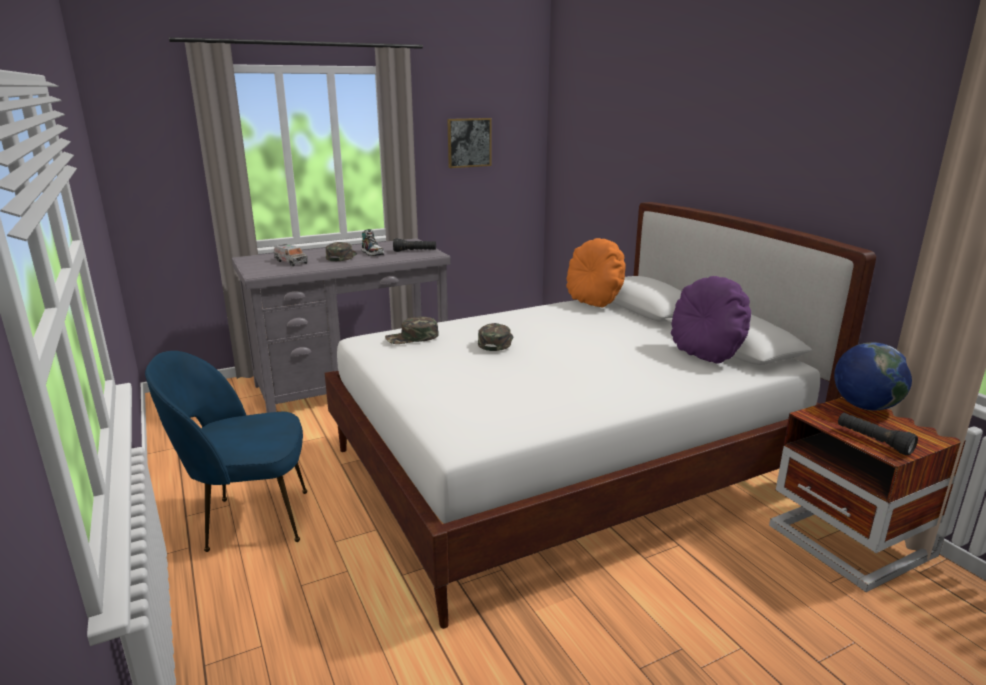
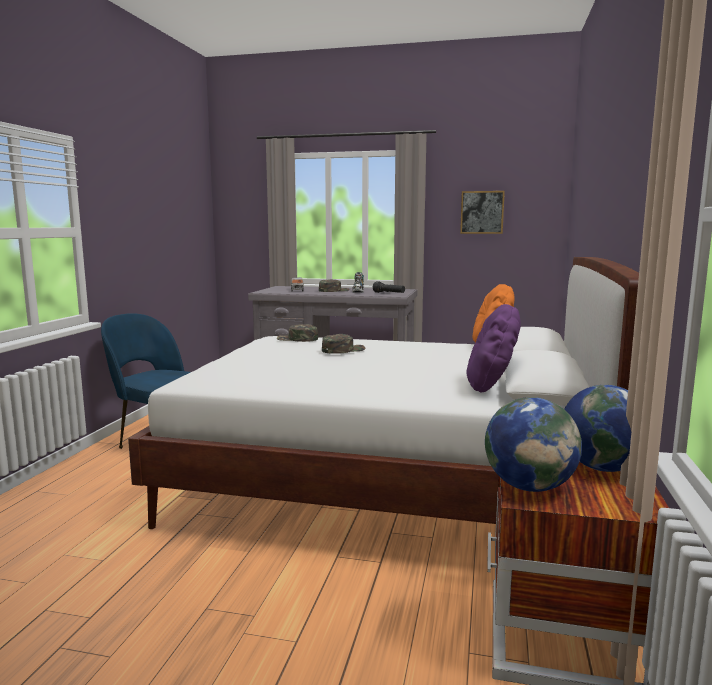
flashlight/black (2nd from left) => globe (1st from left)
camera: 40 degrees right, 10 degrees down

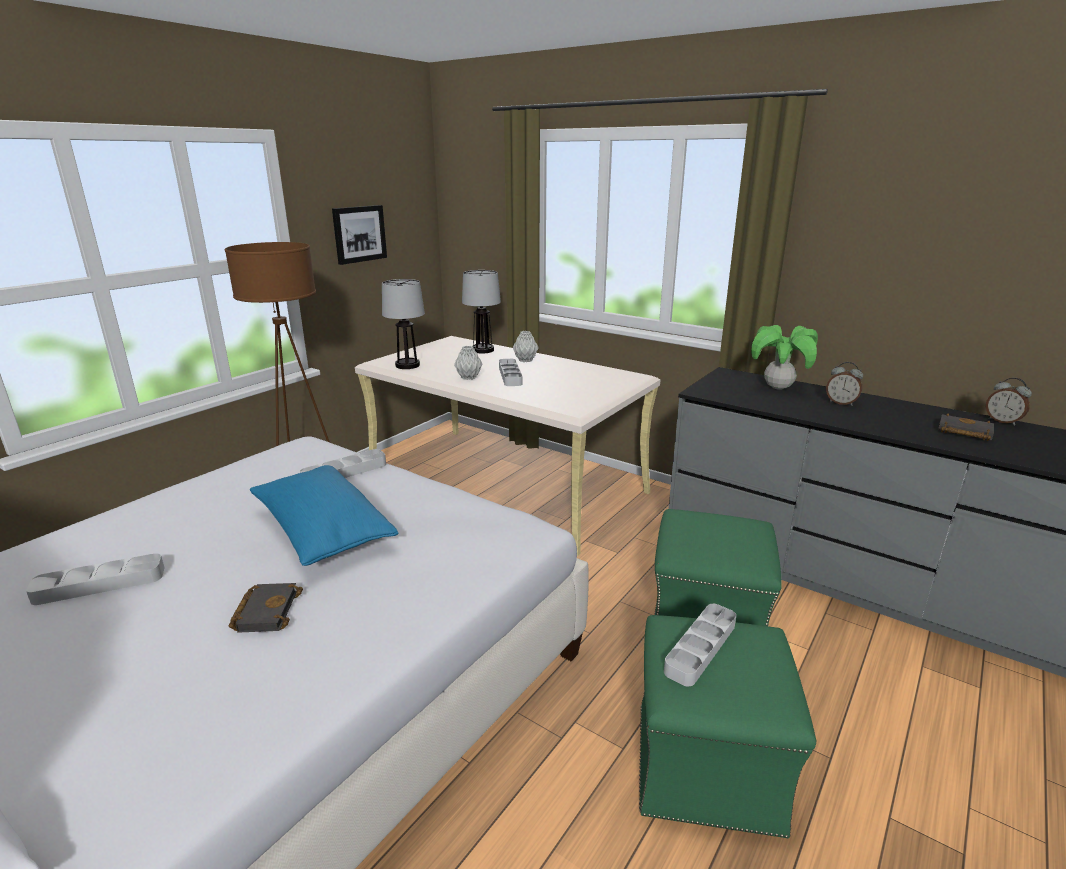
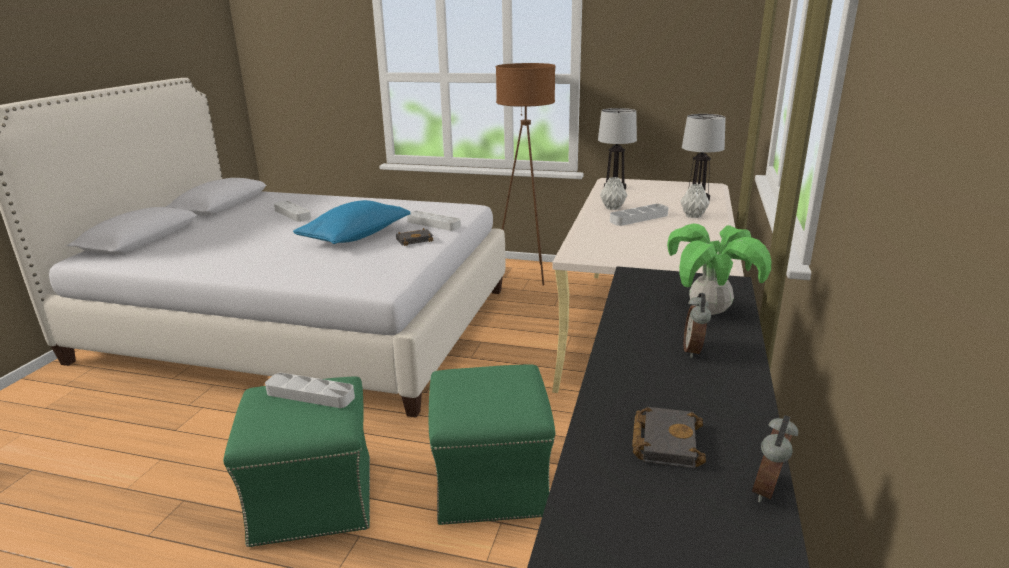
picture => nothing
book/black (1st from left), moved
camera: 70 degrees right, 0 degrees up

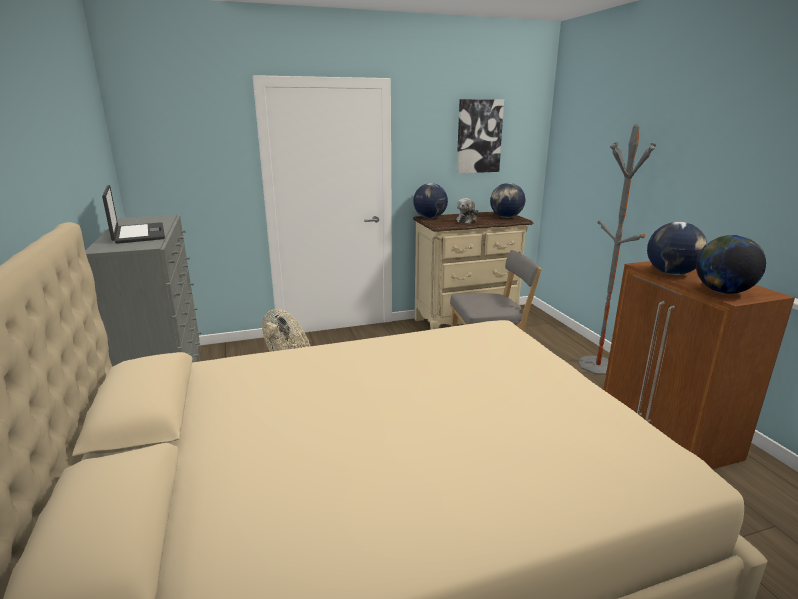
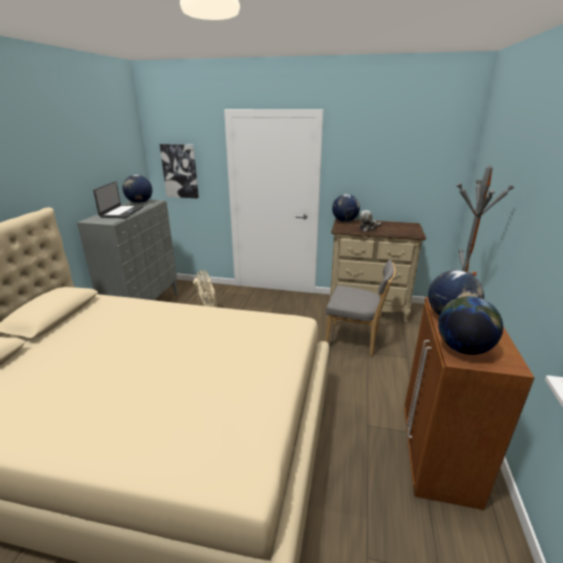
picture, moved
globe (2nd from left in the first image) => globe (1st from left), moved
camera: 30 degrees right, 5 degrees up

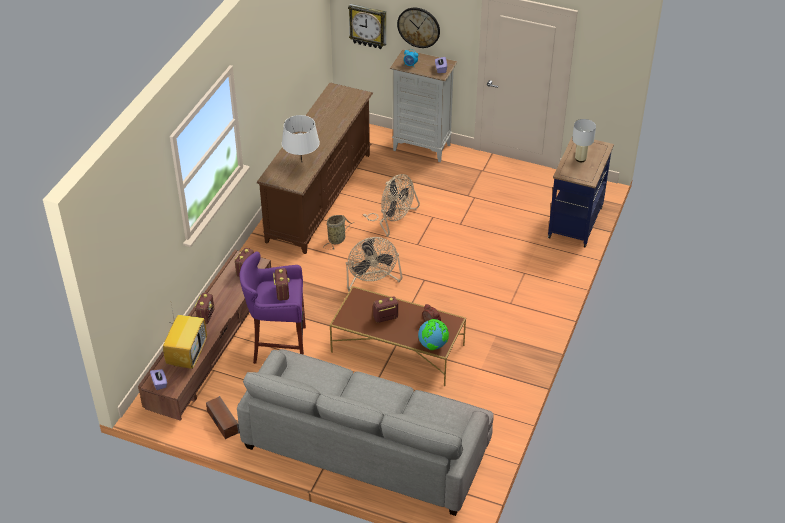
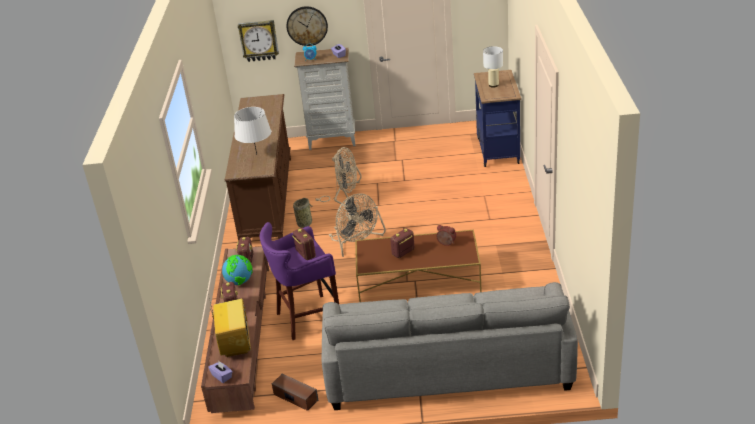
globe, moved
camera: 20 degrees left, 10 degrees down

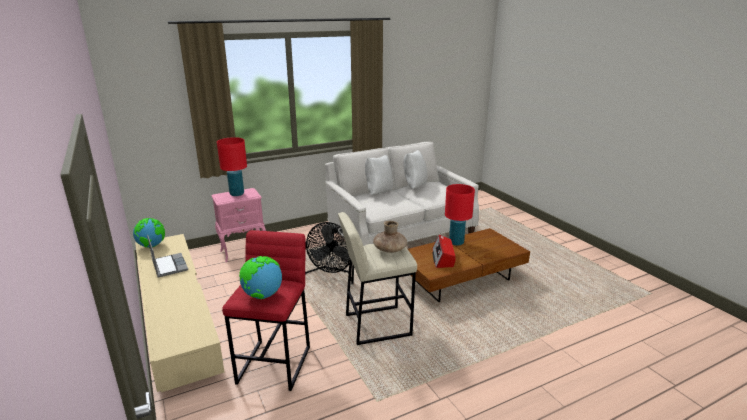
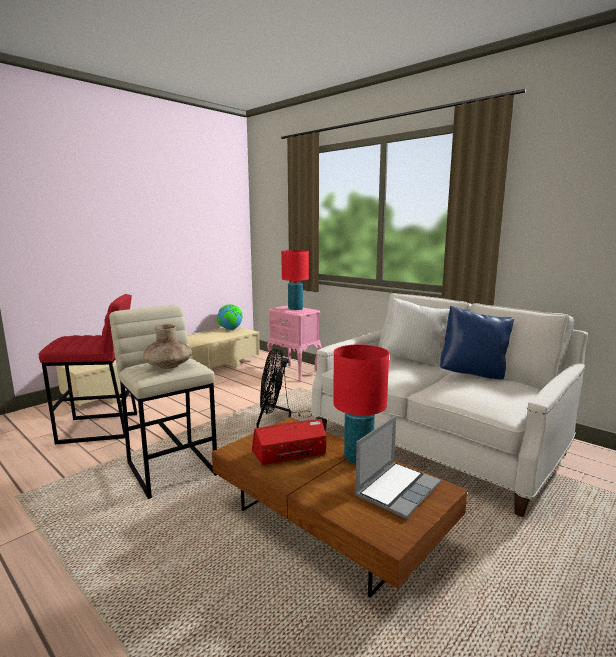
pillow/white (2nd from left) => pillow/blue
laptop, moved
globe (2nd from left) => nothing
camera: 70 degrees right, 10 degrees down

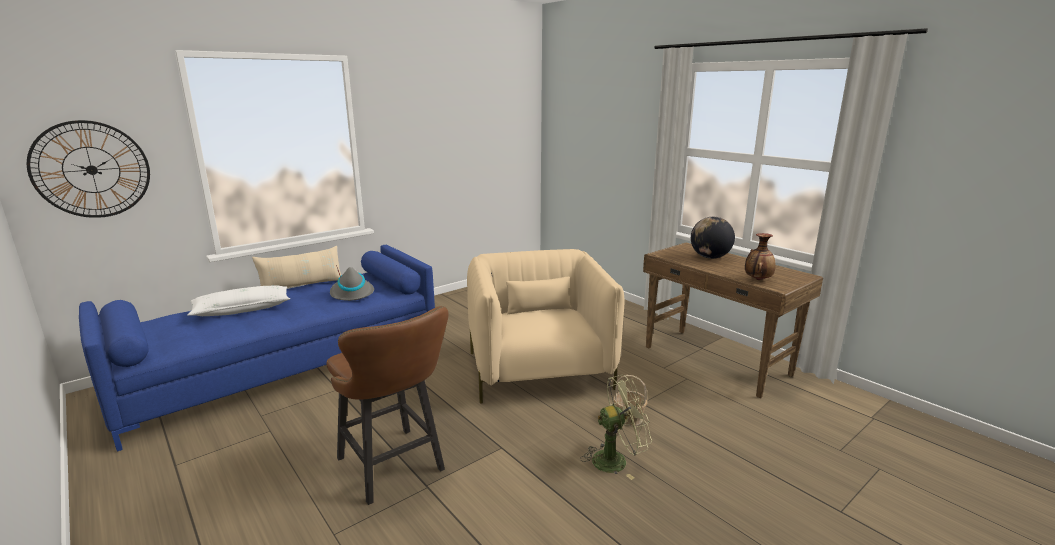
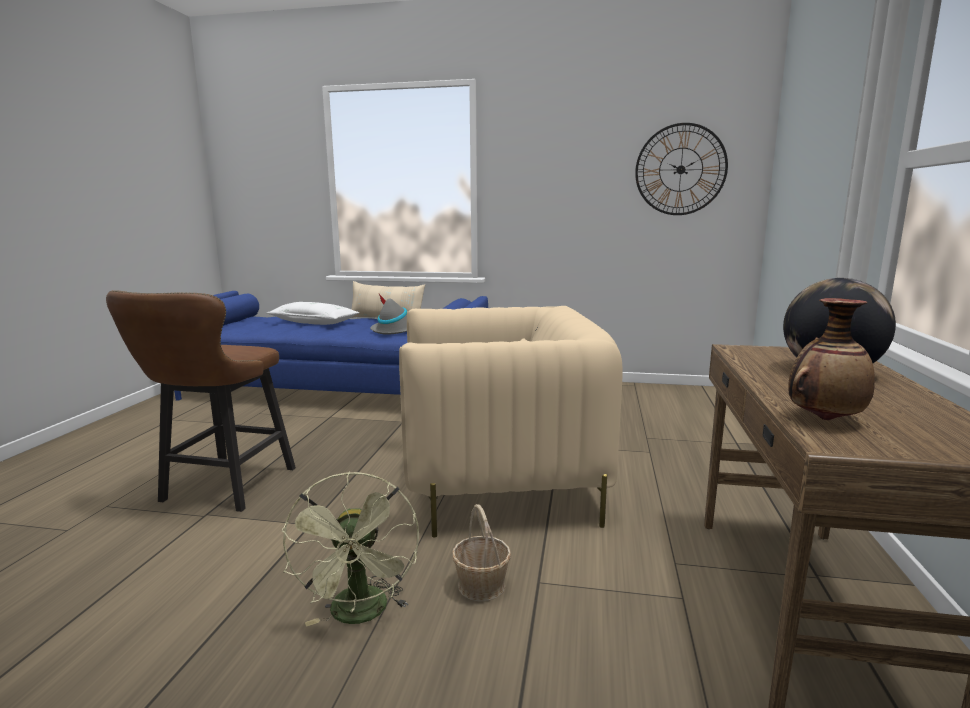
wall clock, moved
armchair/beige, 45 degrees clockwise
fan/green, 45 degrees clockwise
camera: 50 degrees right, 5 degrees down

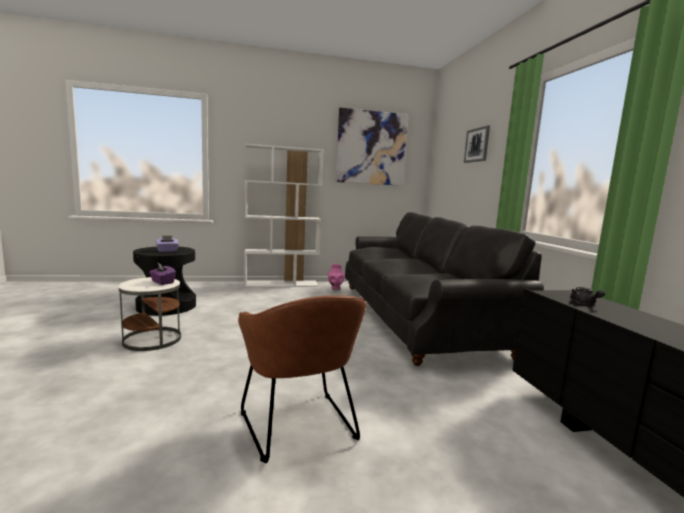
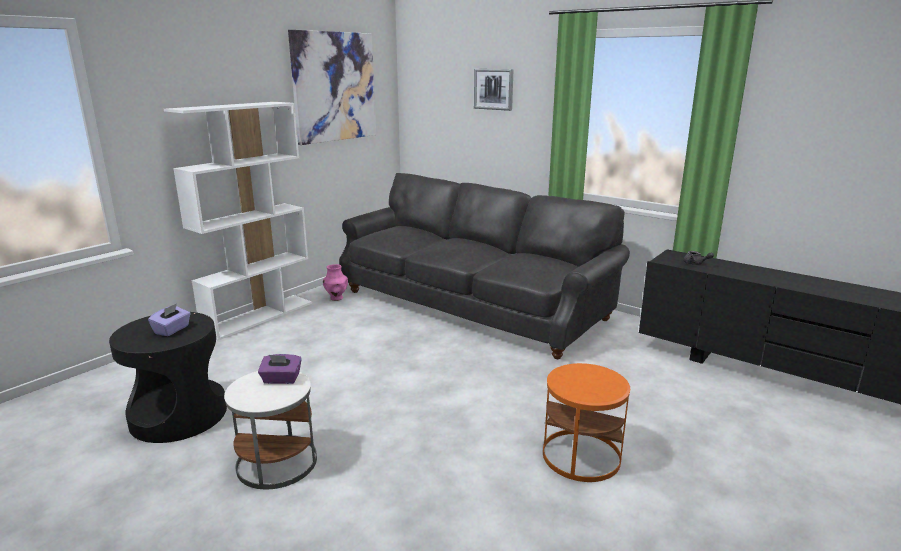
armchair/brown => side table/orange
camera: 40 degrees left, 10 degrees up

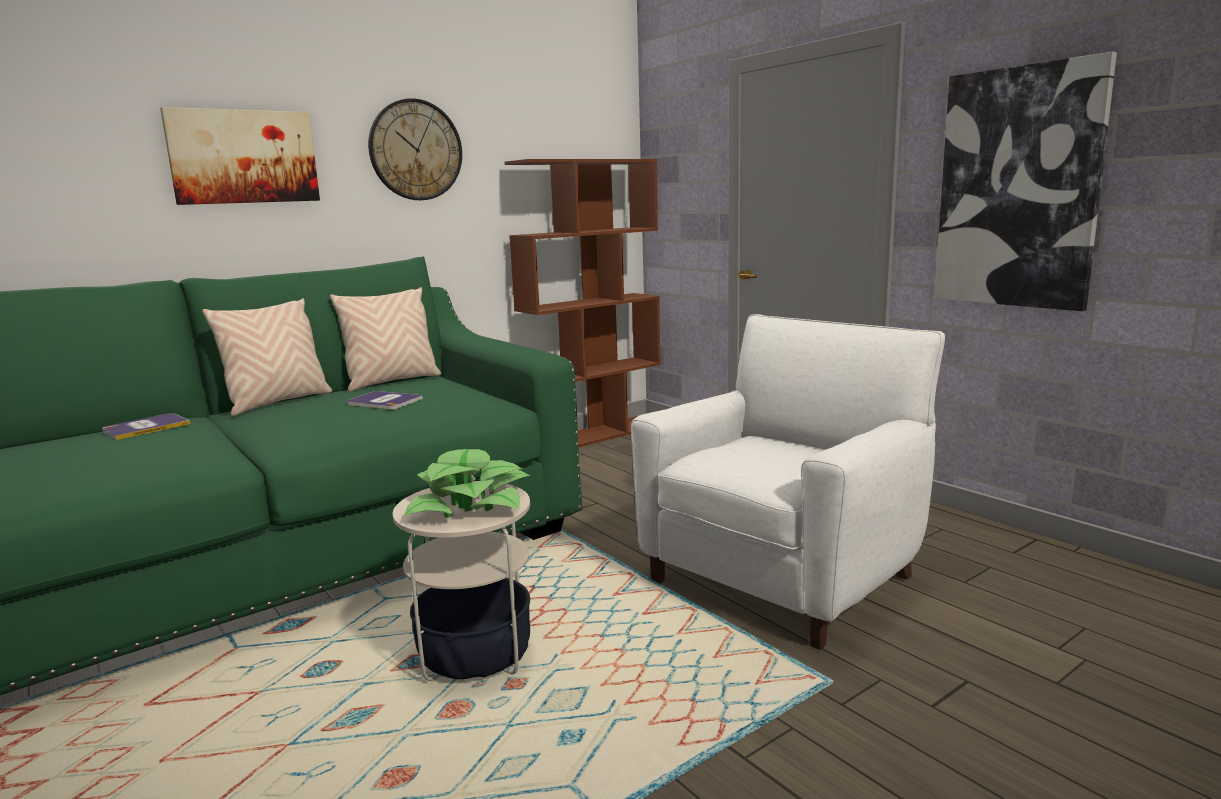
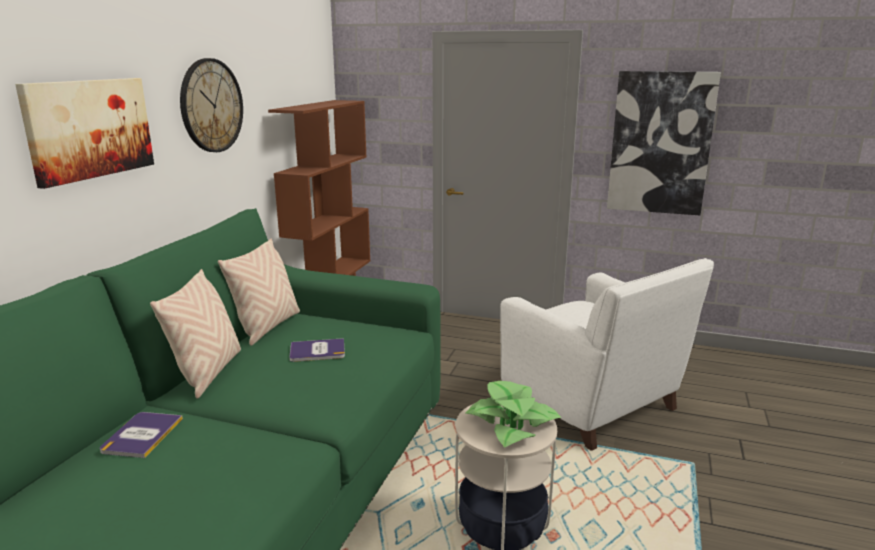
armchair/white, 135 degrees clockwise
camera: 35 degrees left, 5 degrees up

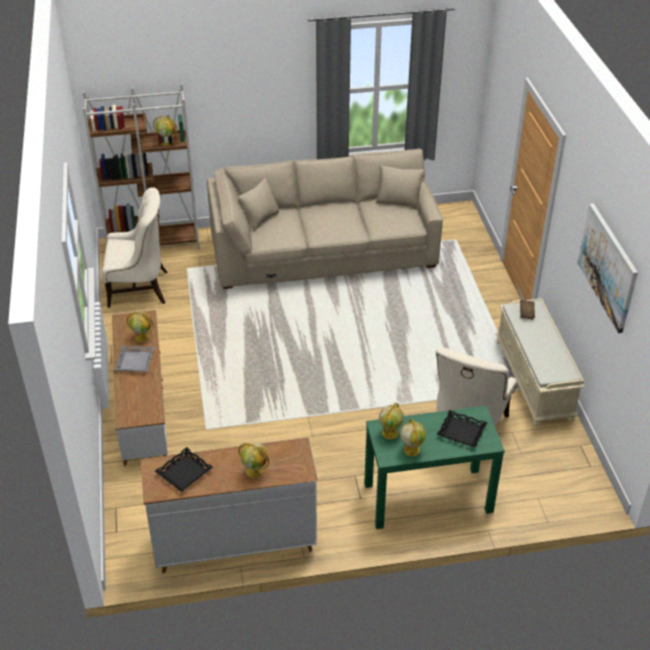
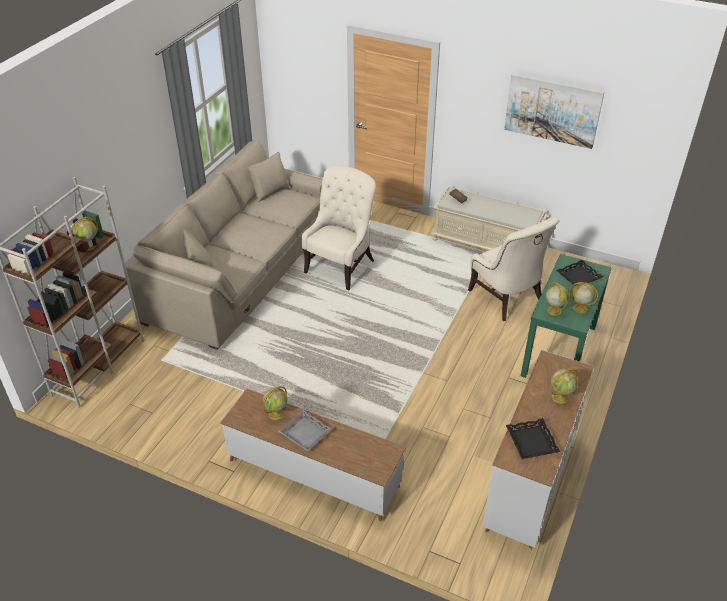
armchair/beige (1st from left), moved
camera: 55 degrees left, 0 degrees up

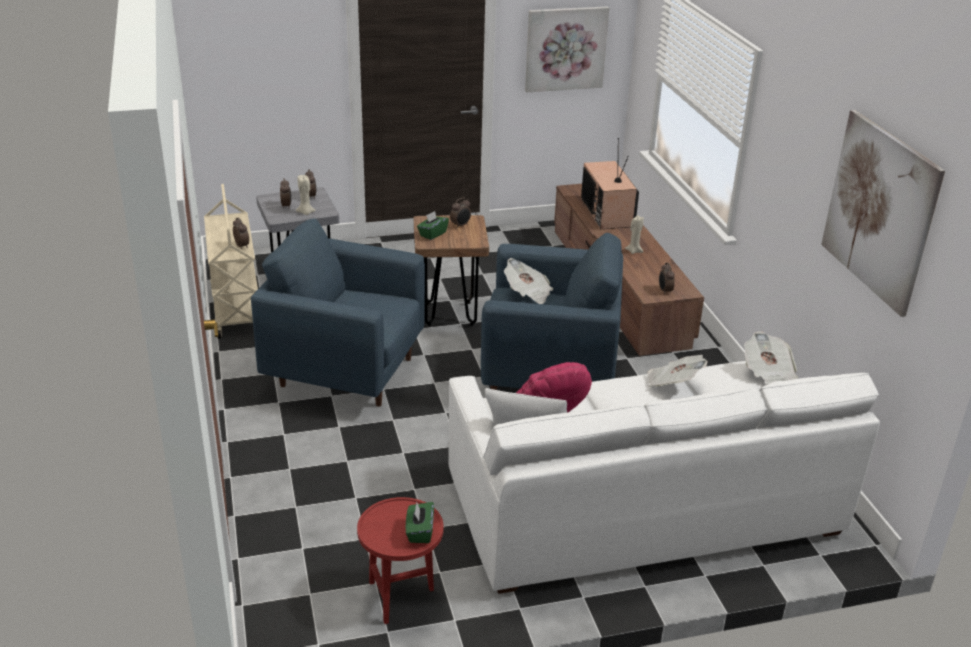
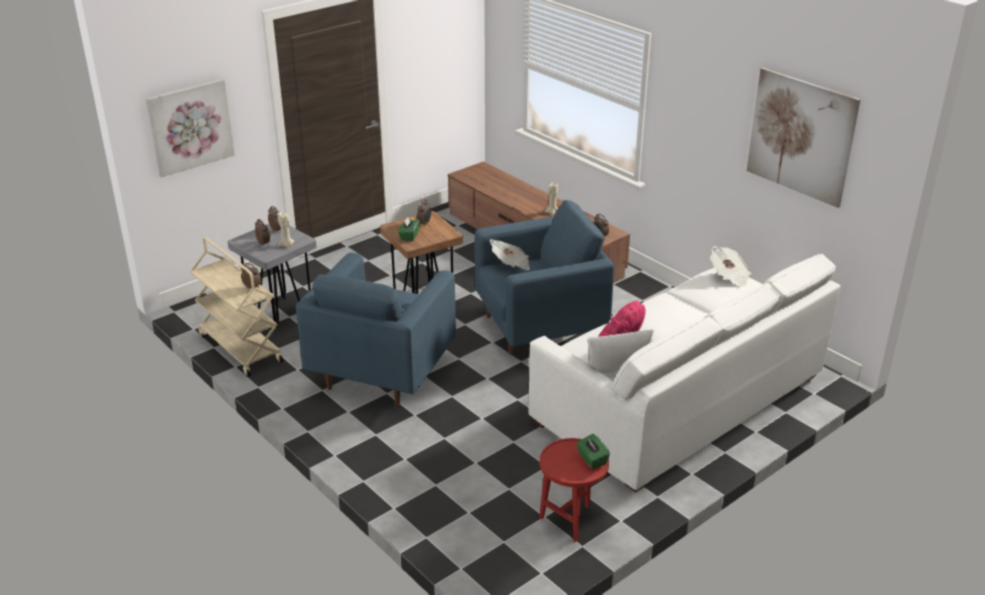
picture (1st from left), moved
television => nothing
armchair/blue (1st from left), 60 degrees counterclockwise
newspaper (2nd from left) => nothing
camera: 25 degrees left, 0 degrees up

